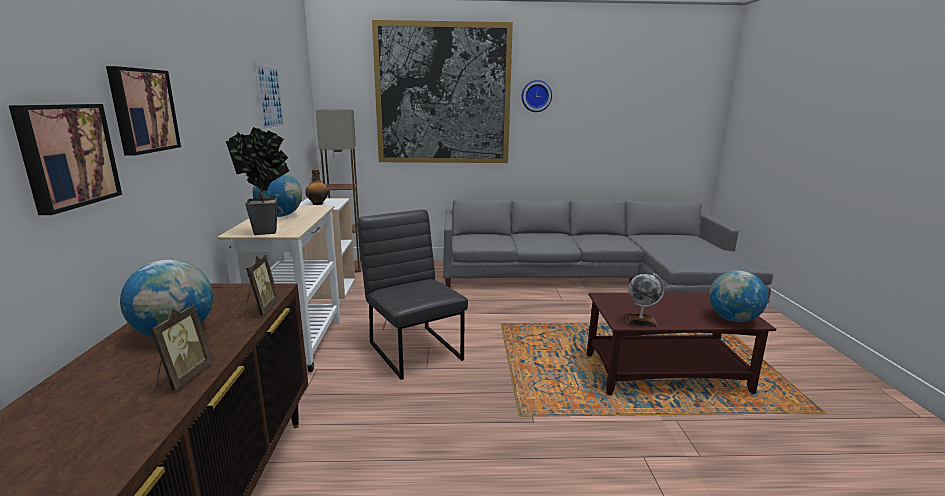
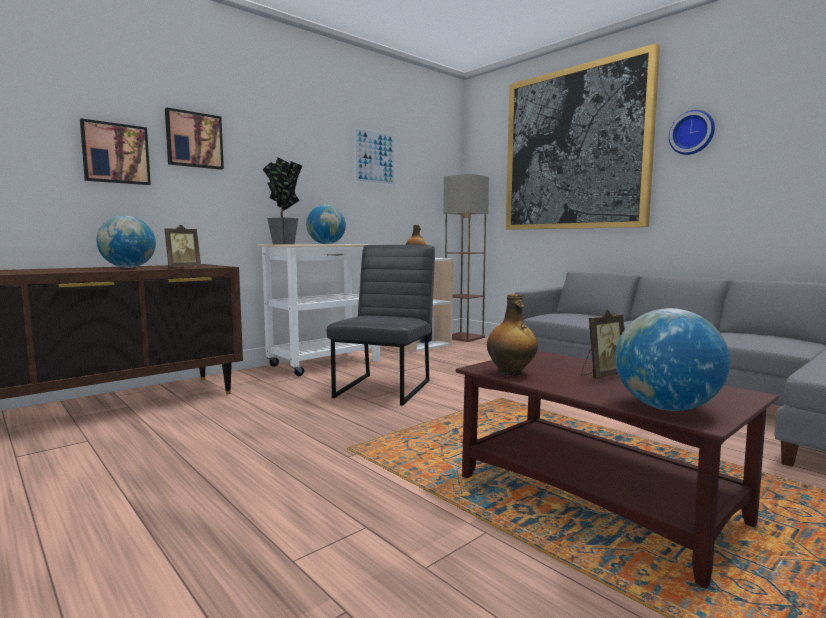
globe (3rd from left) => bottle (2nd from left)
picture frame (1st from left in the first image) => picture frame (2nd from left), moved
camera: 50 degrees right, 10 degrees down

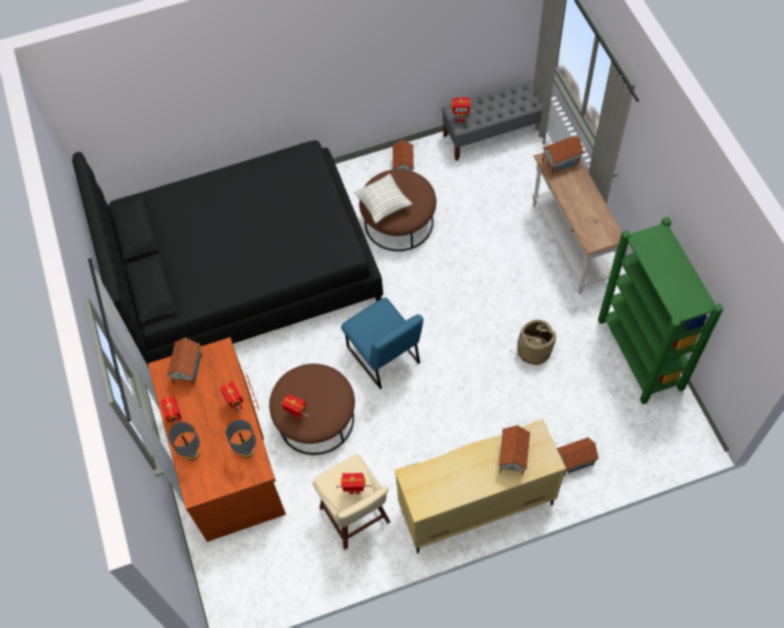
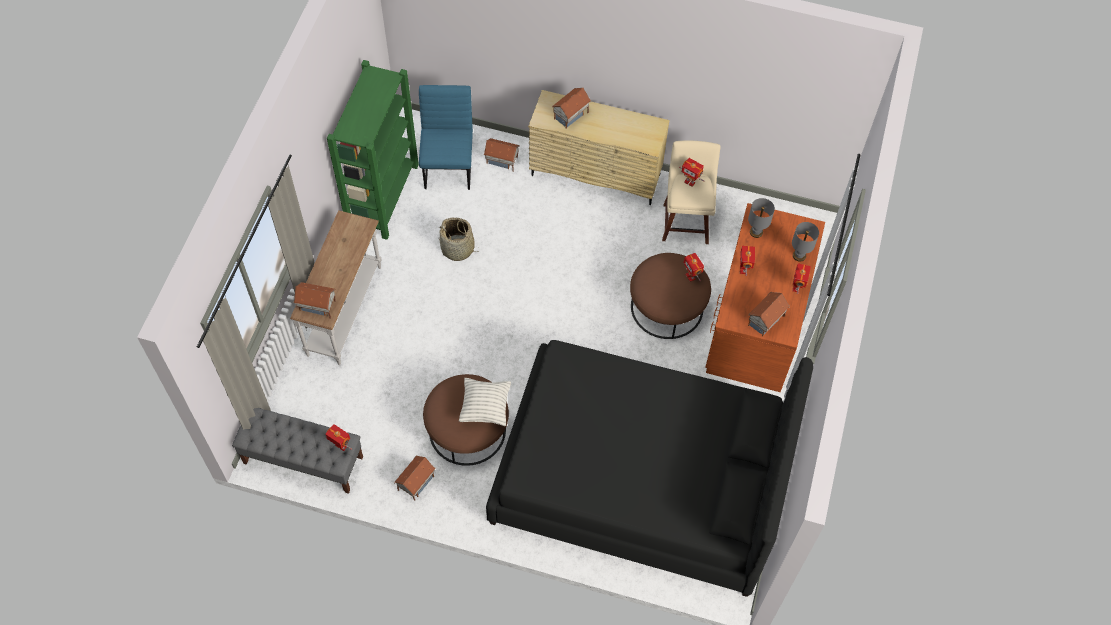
chair/blue, moved
camera: 150 degrees left, 0 degrees up

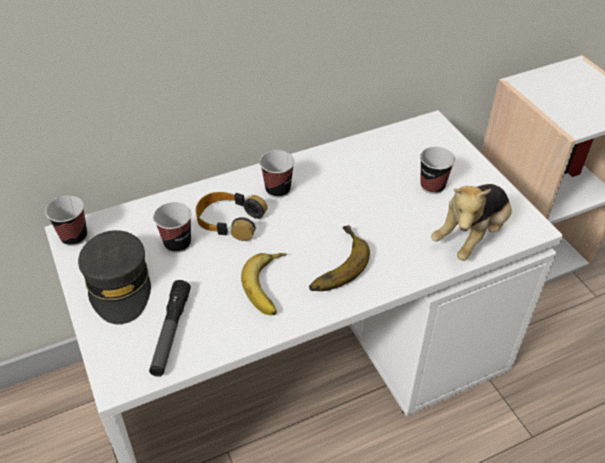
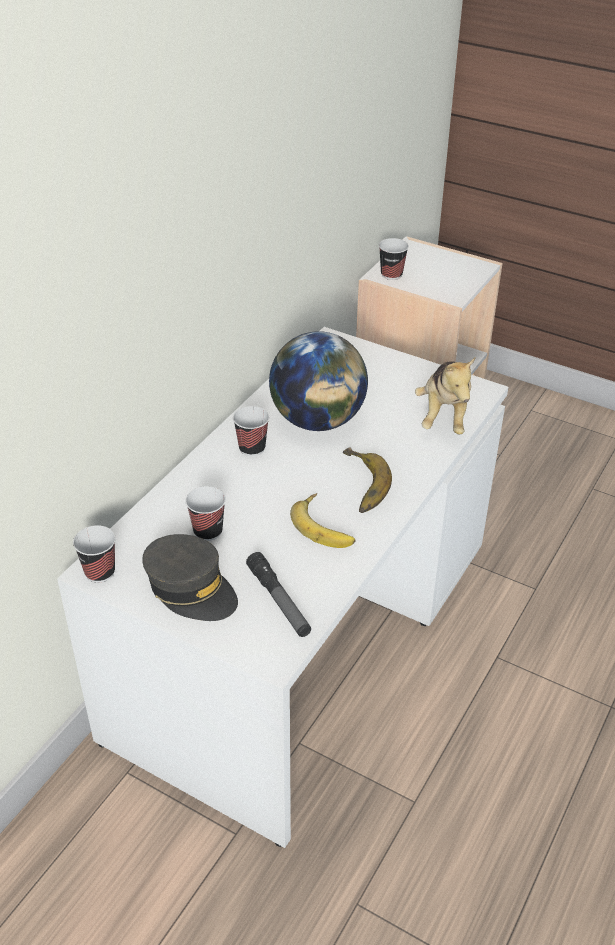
cup (4th from left), moved
headphones => nothing
nothing => globe
camera: 35 degrees left, 5 degrees down

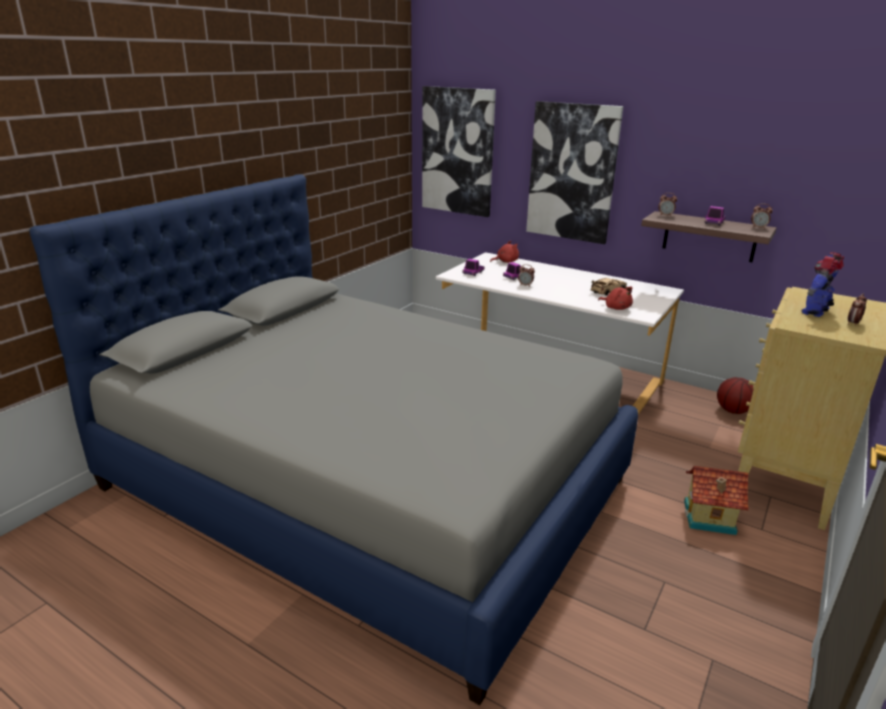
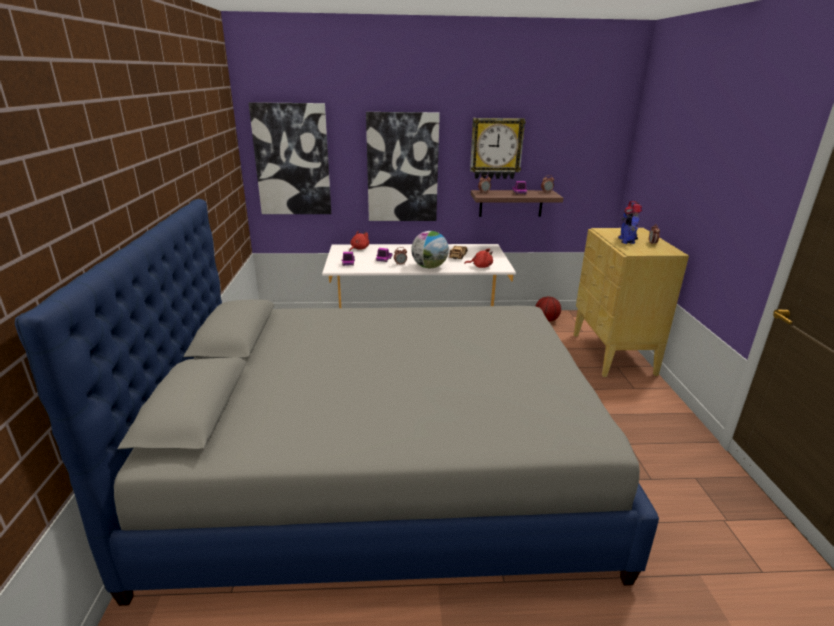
toy house => nothing
nothing => wall clock
nothing => globe
camera: 35 degrees left, 0 degrees up

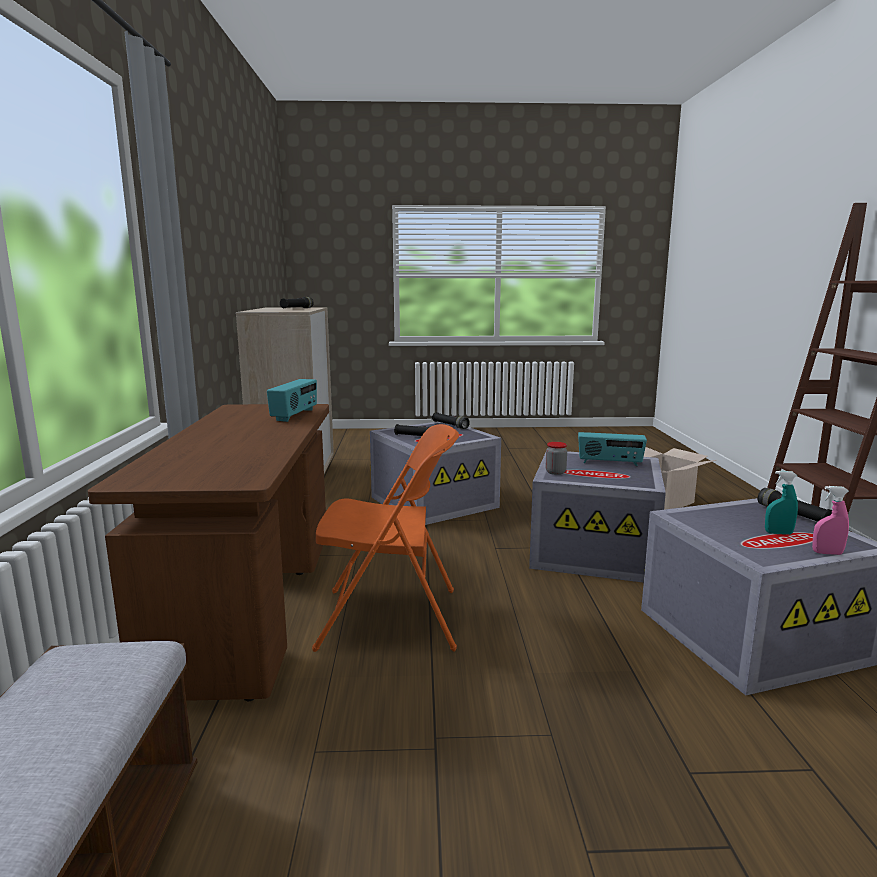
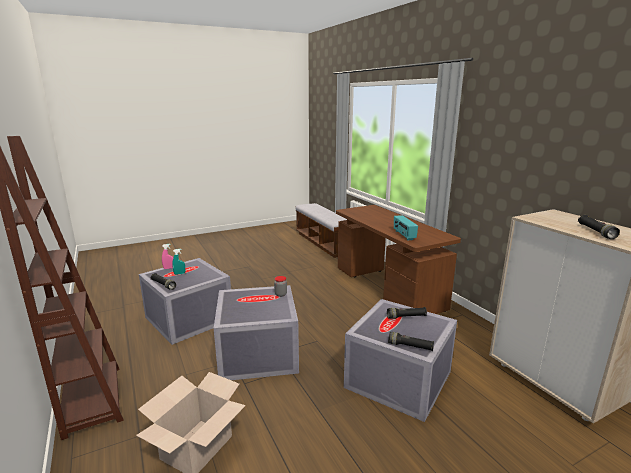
chair/orange => nothing
radio (2nd from left) => nothing
camera: 155 degrees right, 5 degrees up

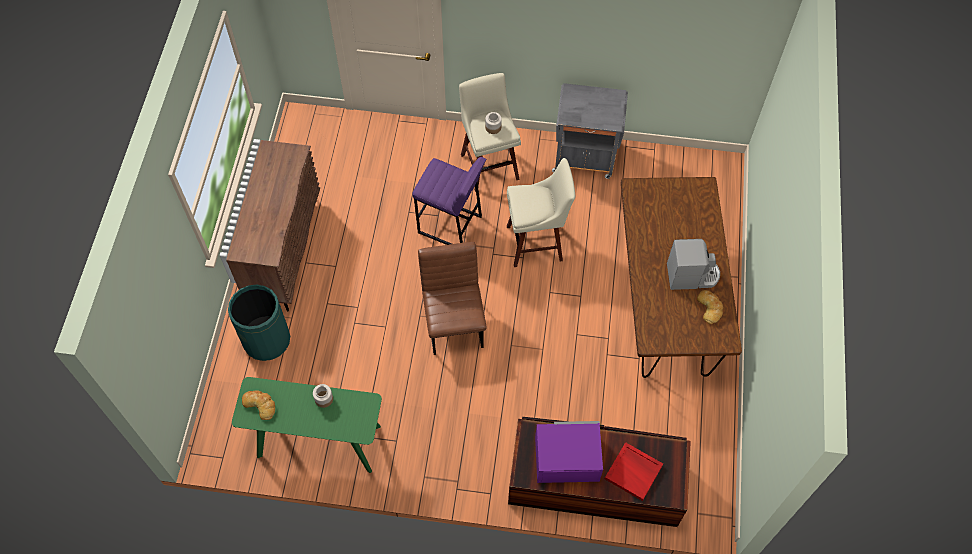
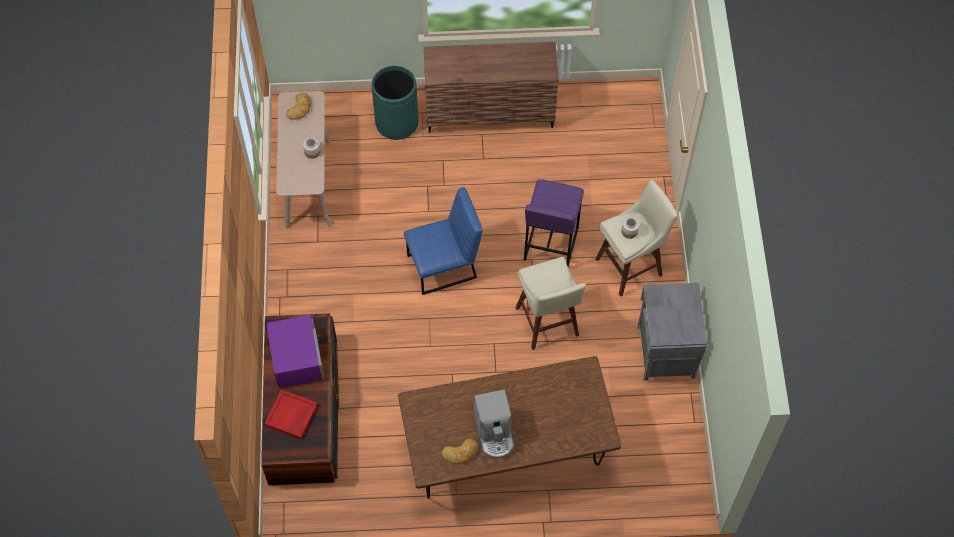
chair/brown => chair/blue
console table/green => console table/beige
camera: 80 degrees right, 0 degrees up

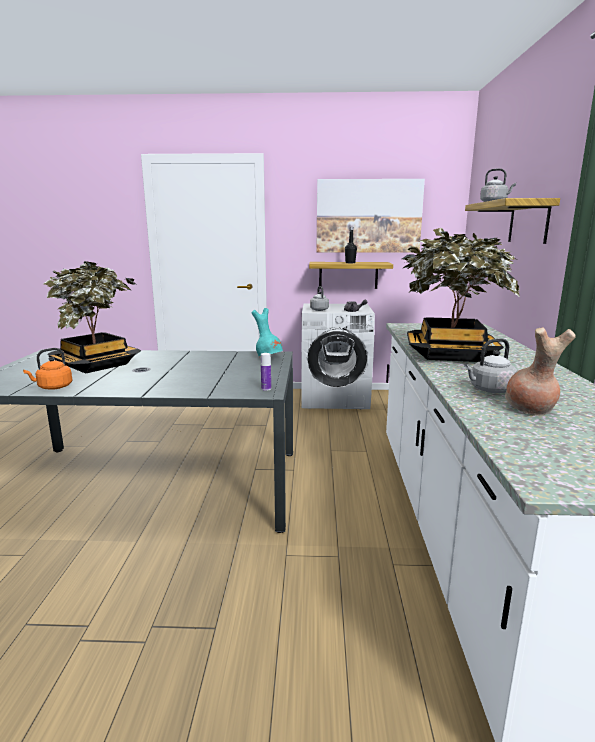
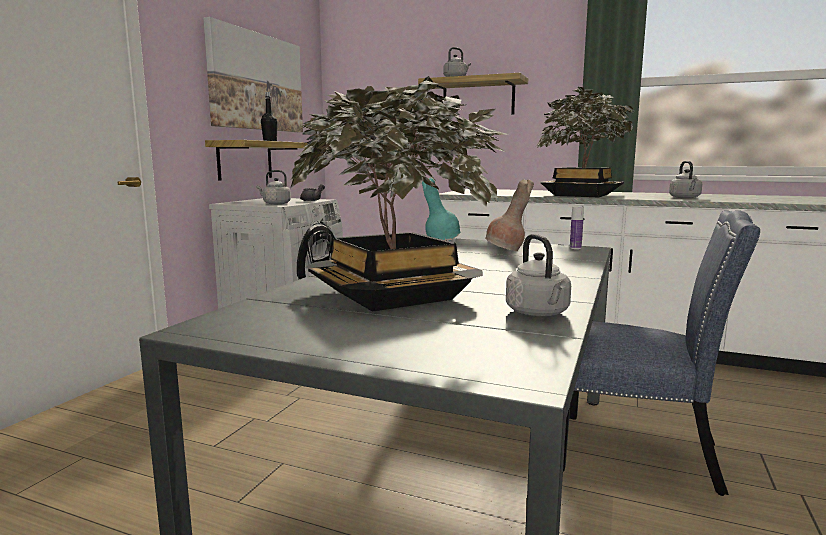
vase/brown, moved
kettle/orange => kettle/grey (3rd from left)
nothing => chair/blue
camera: 70 degrees left, 5 degrees down

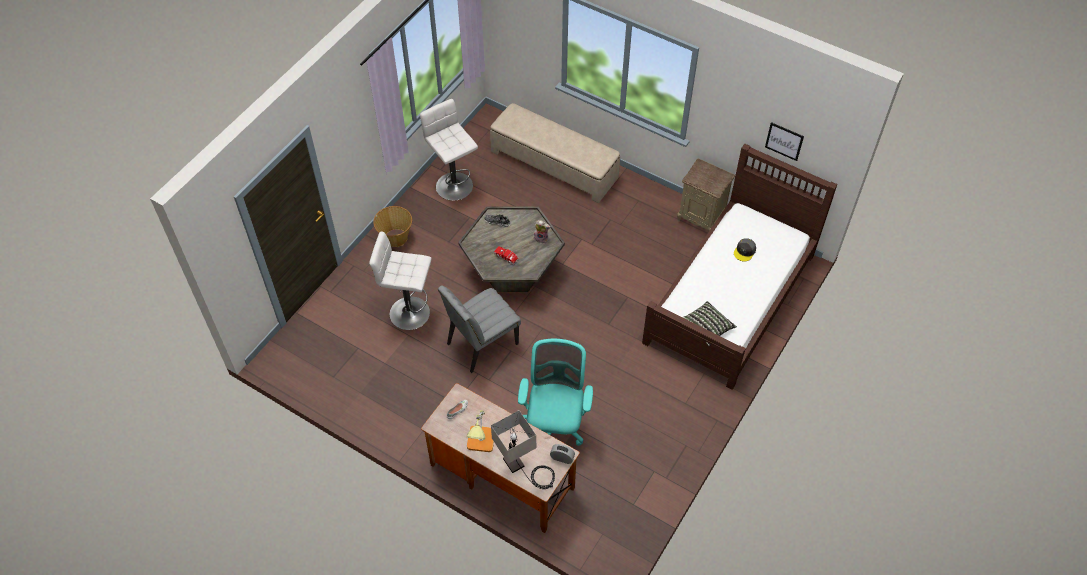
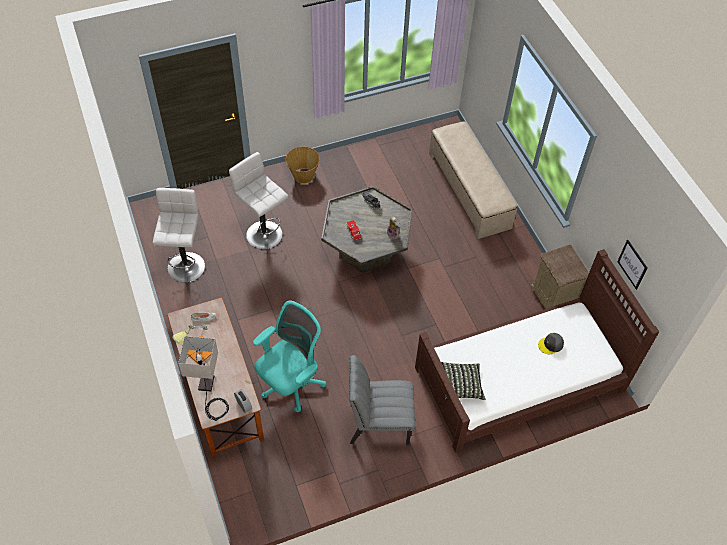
stool/white (2nd from left in the first image) => stool/white (1st from left), moved
chair/grey, moved
camera: 35 degrees right, 0 degrees up

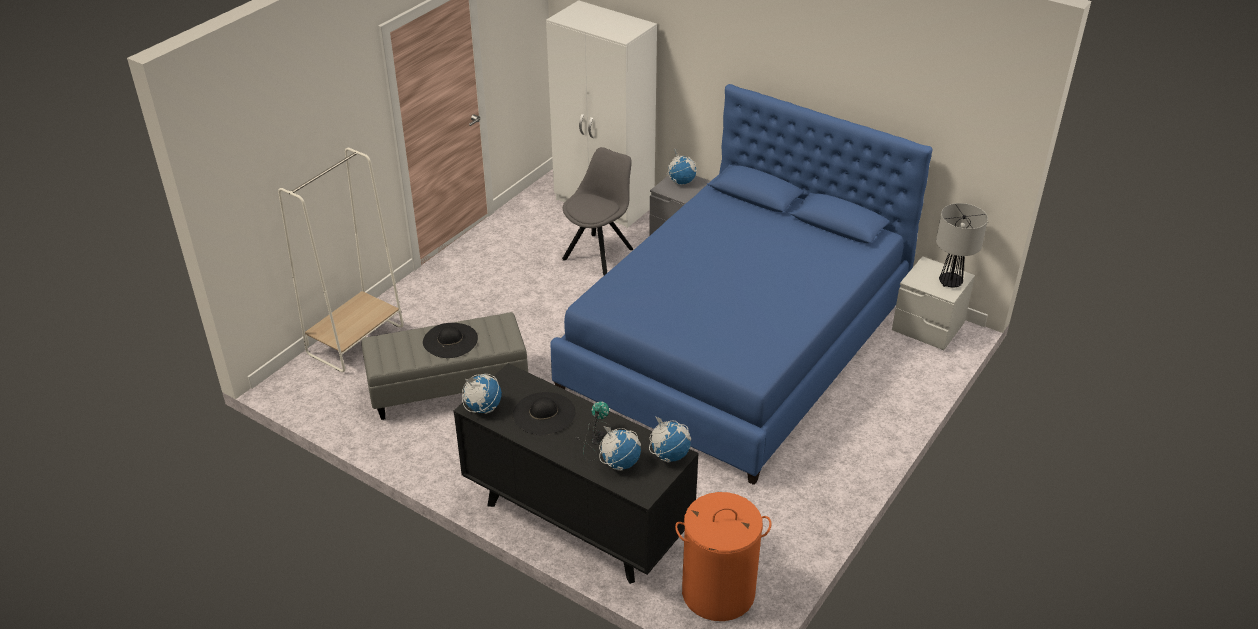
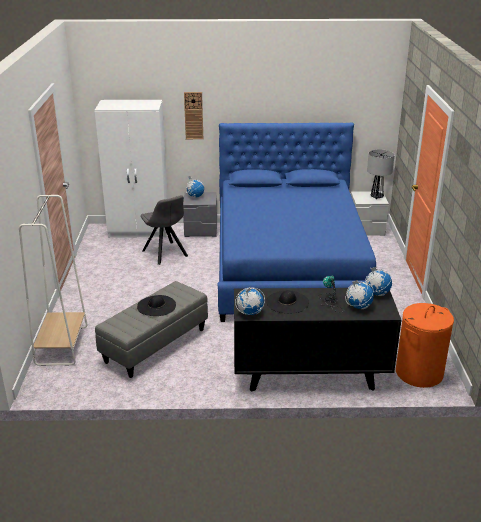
chair/grey, 150 degrees clockwise
nothing => wall clock
camera: 35 degrees left, 10 degrees down

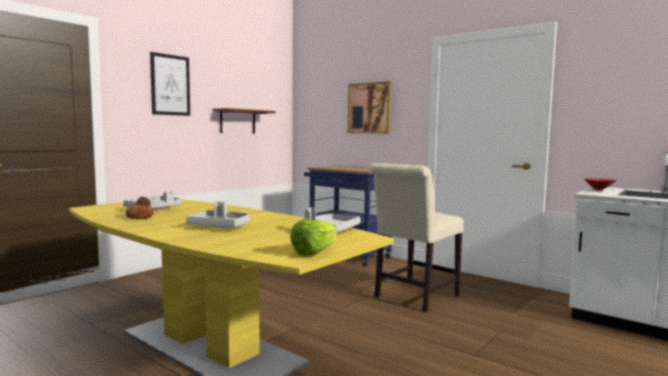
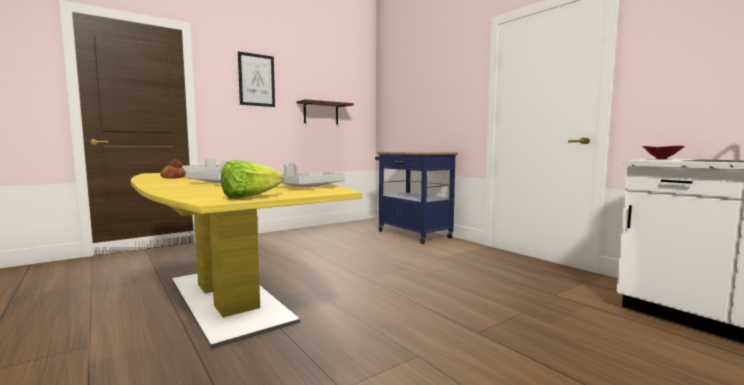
picture (2nd from left) => nothing
chair/beige => nothing
camera: 15 degrees right, 0 degrees up

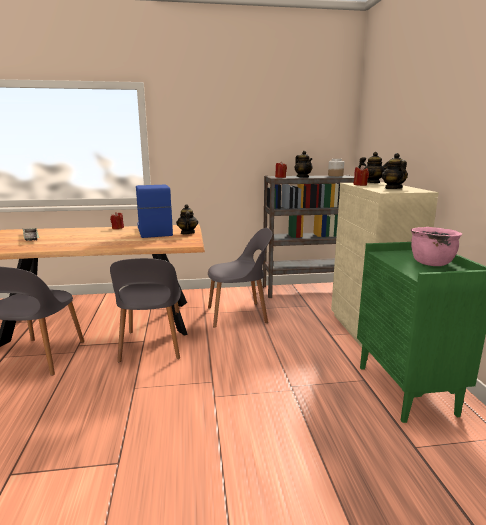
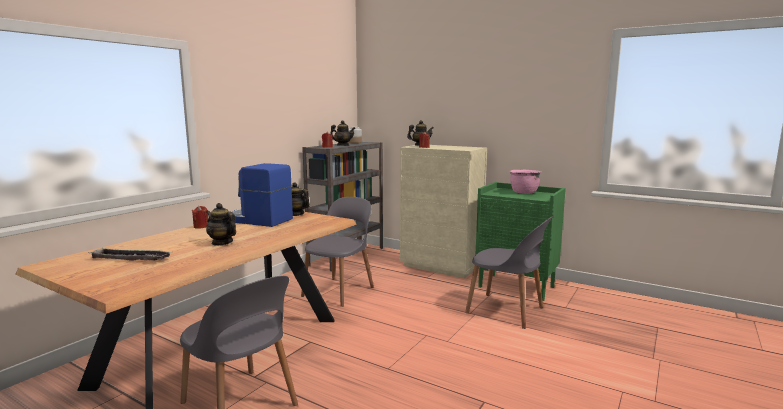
teapot (4th from left in the first image) => teapot (1st from left), moved
chair/grey (2nd from left in the first image) => chair/grey (3rd from left), moved
camera: 50 degrees left, 5 degrees down

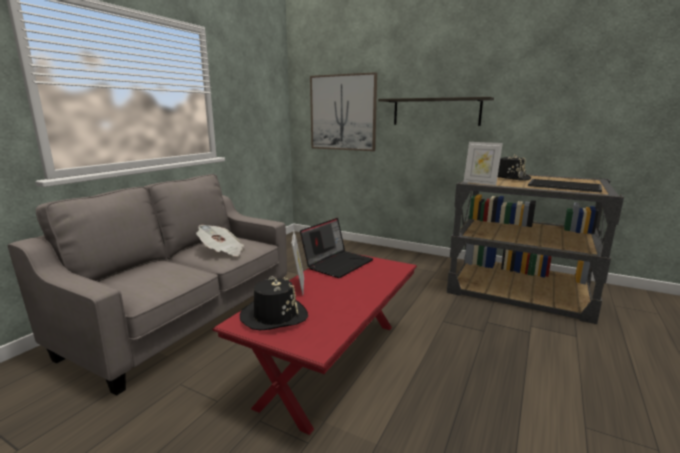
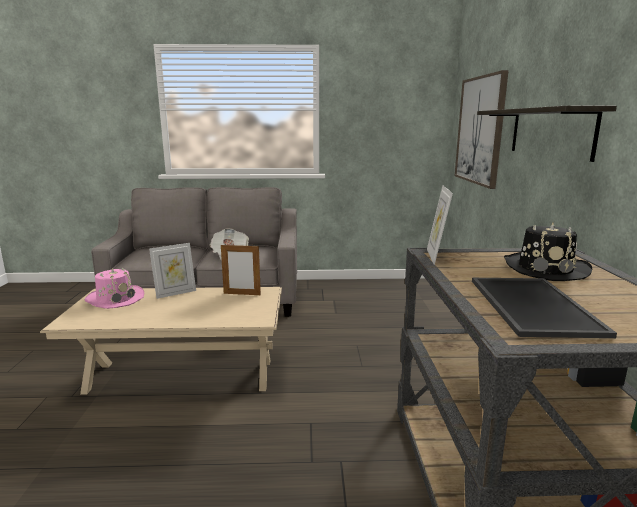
laptop => picture frame (2nd from left)
coffee table/red => coffee table/beige
hat/black (1st from left) => hat/pink
camera: 60 degrees right, 0 degrees up

